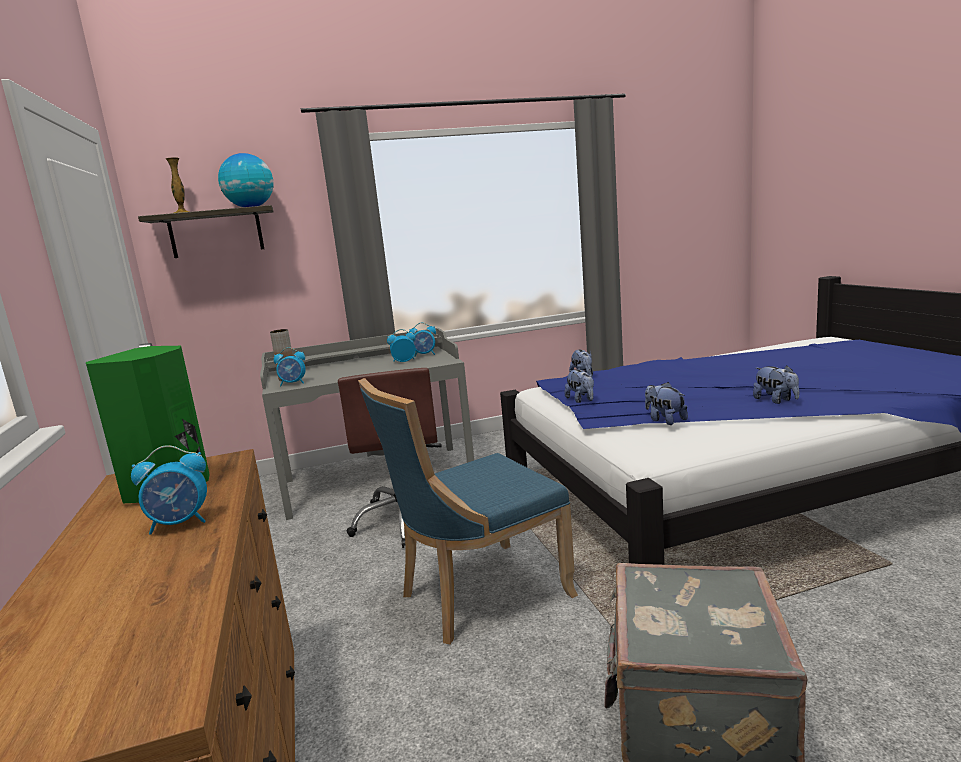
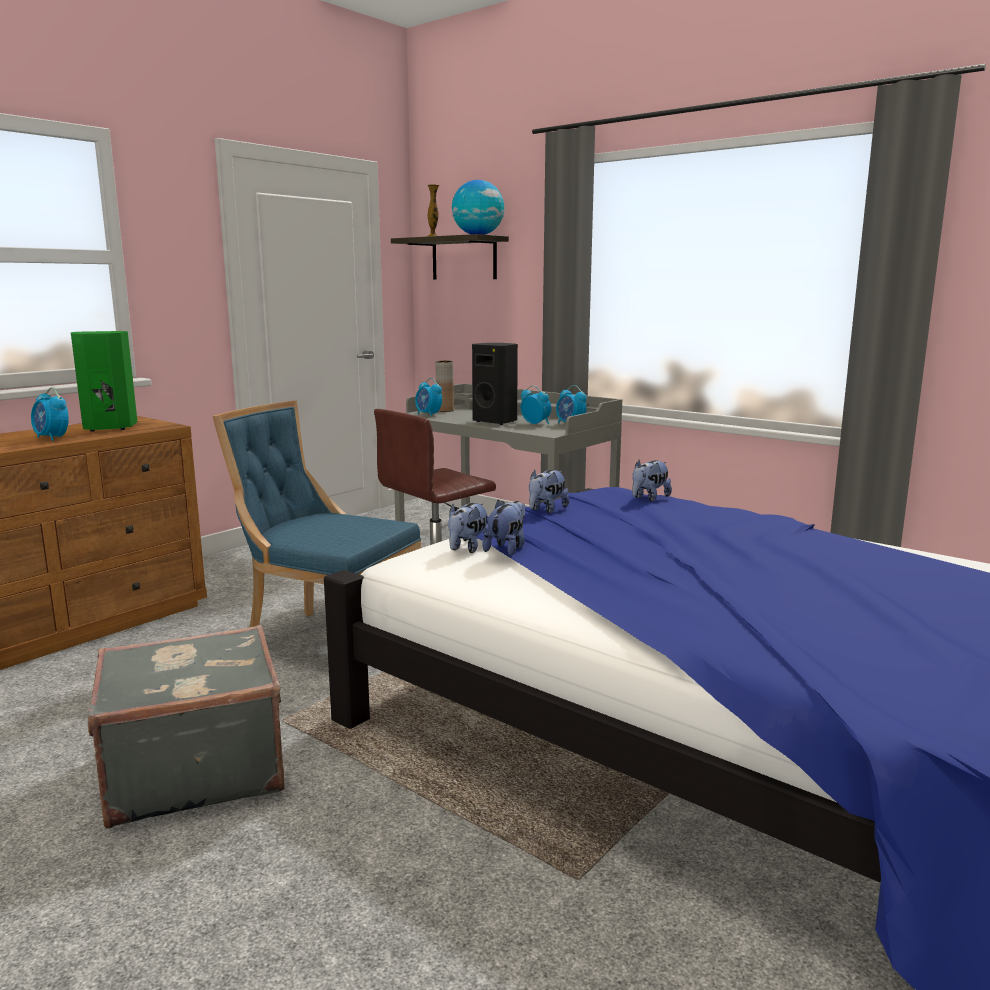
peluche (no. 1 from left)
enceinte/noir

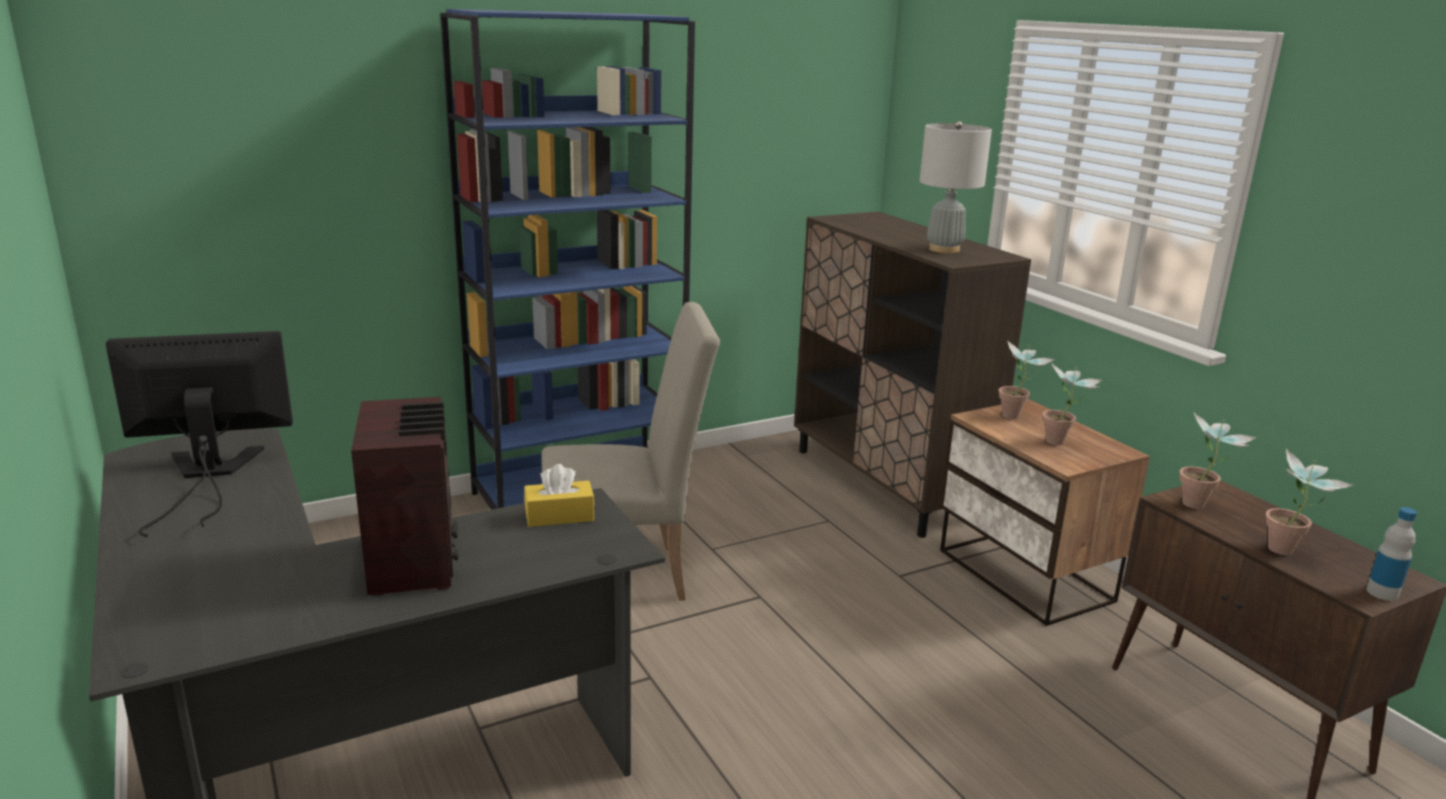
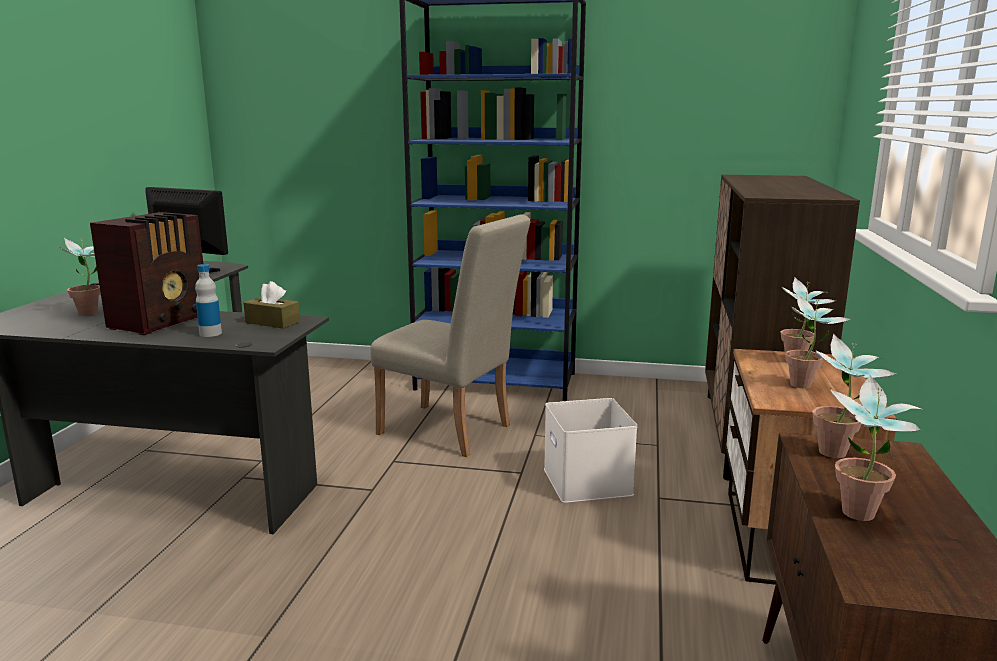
plante en pot (no. 1 from left)
bouteille
boîte à mouchoirs/marron
boîte de rangement/blanc
lampe de table/gris

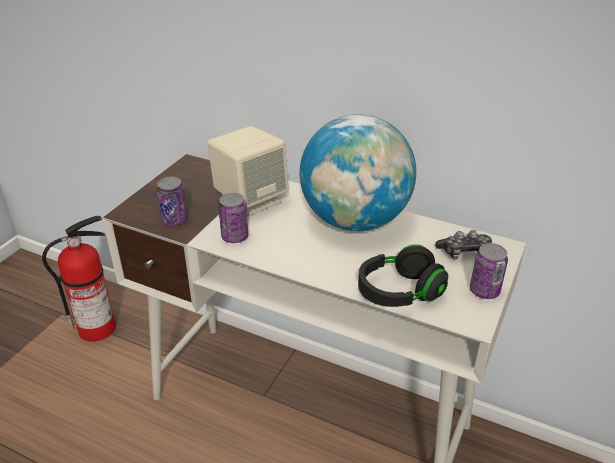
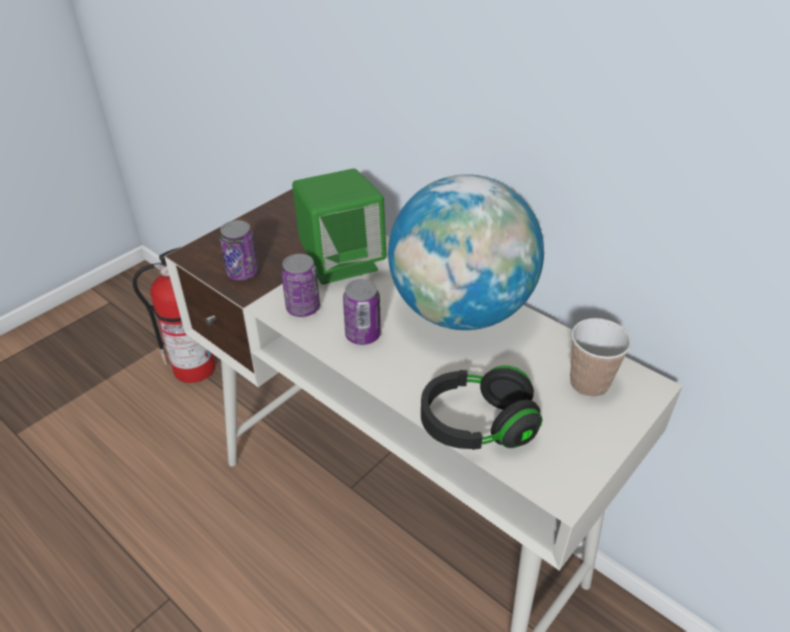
enceinte/vert
boîte métallique (no. 3 from left)
tasse

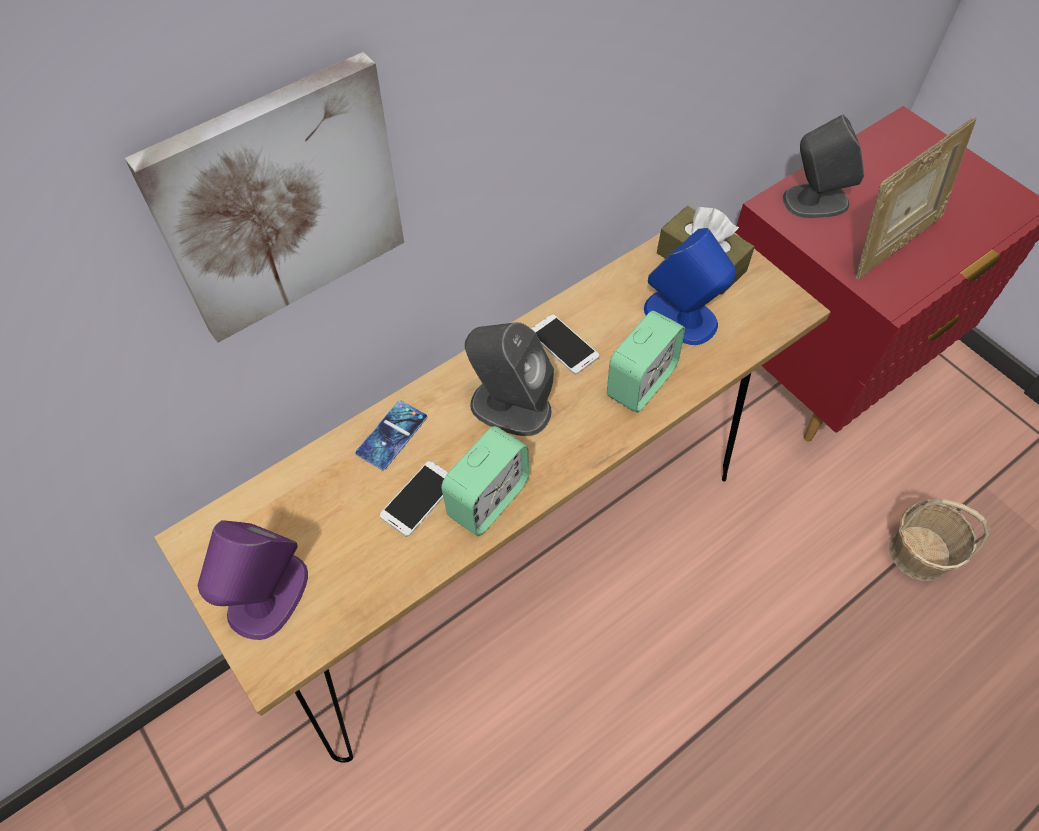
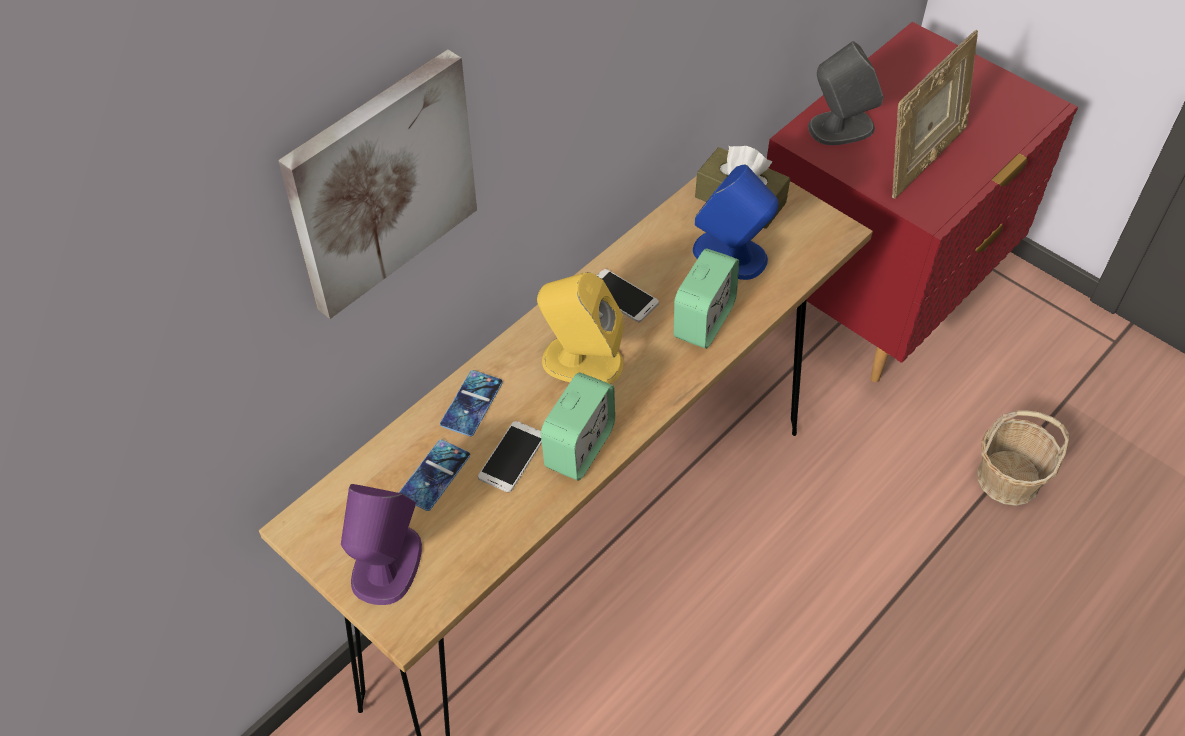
téléphone (no. 1 from left)
enceinte/jaune

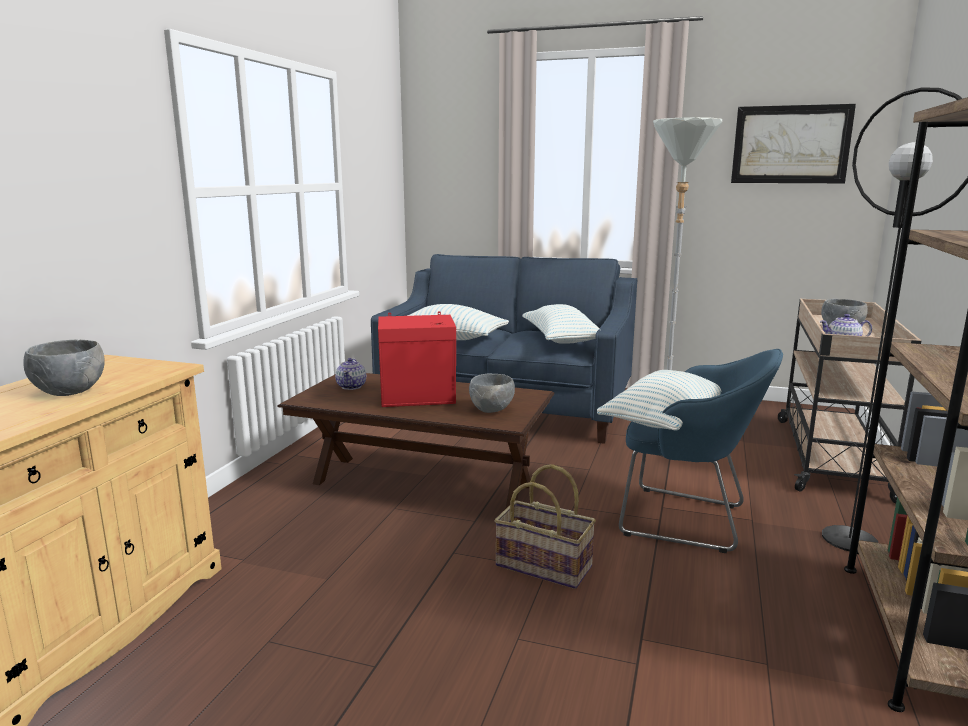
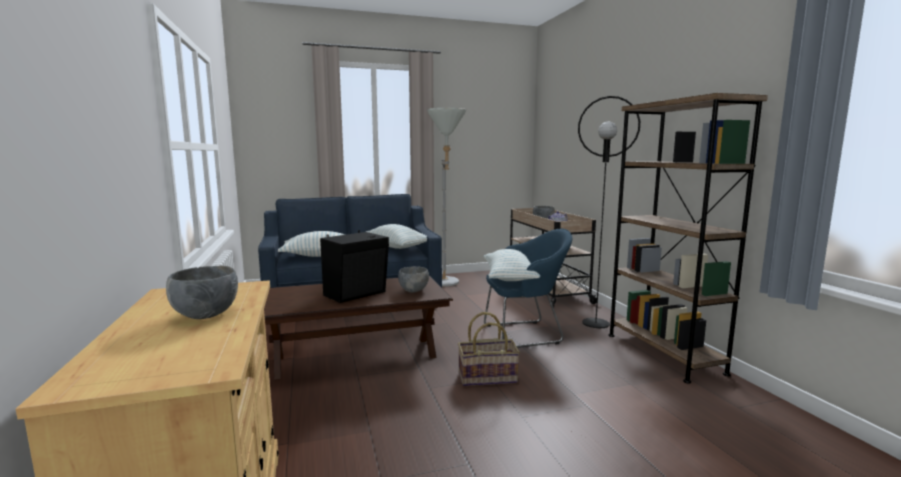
enceinte/noir
théière (no. 1 from left in the first image)
tableau

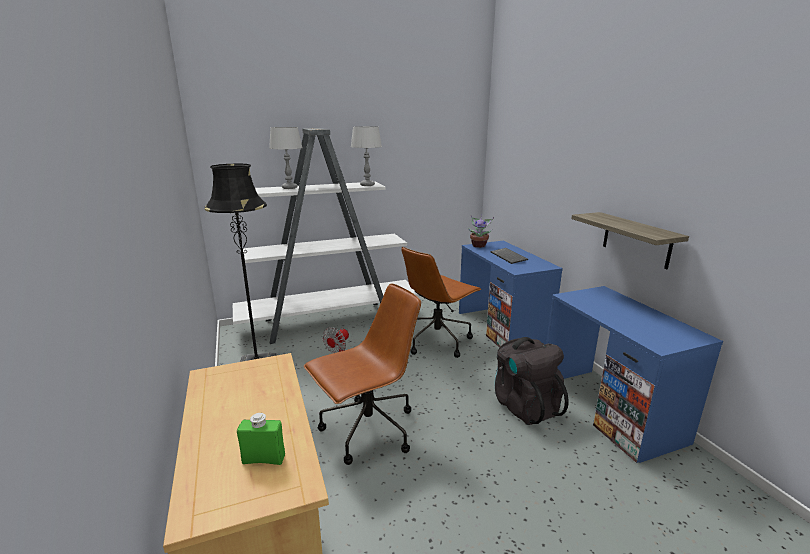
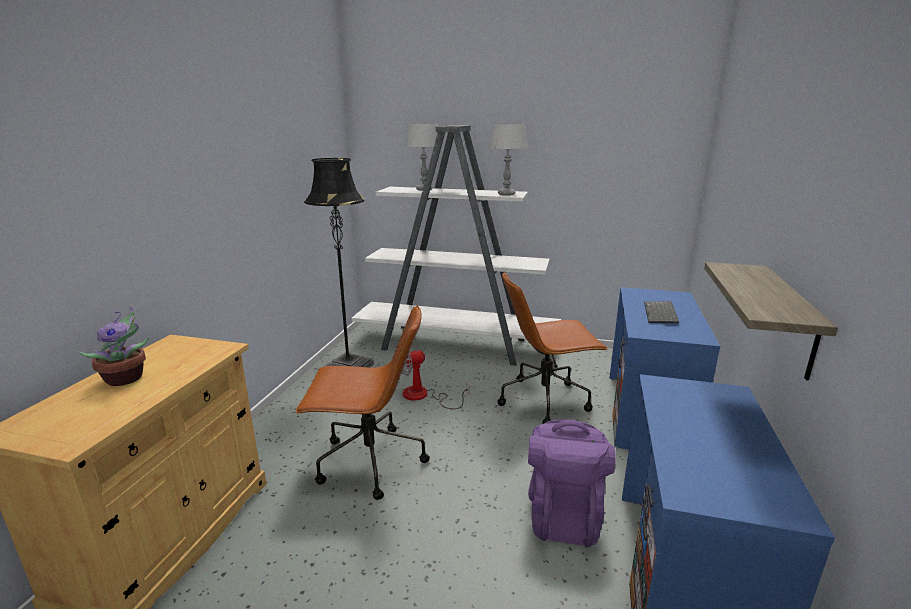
plante en pot
sac à dos/violet
bouteille/vert

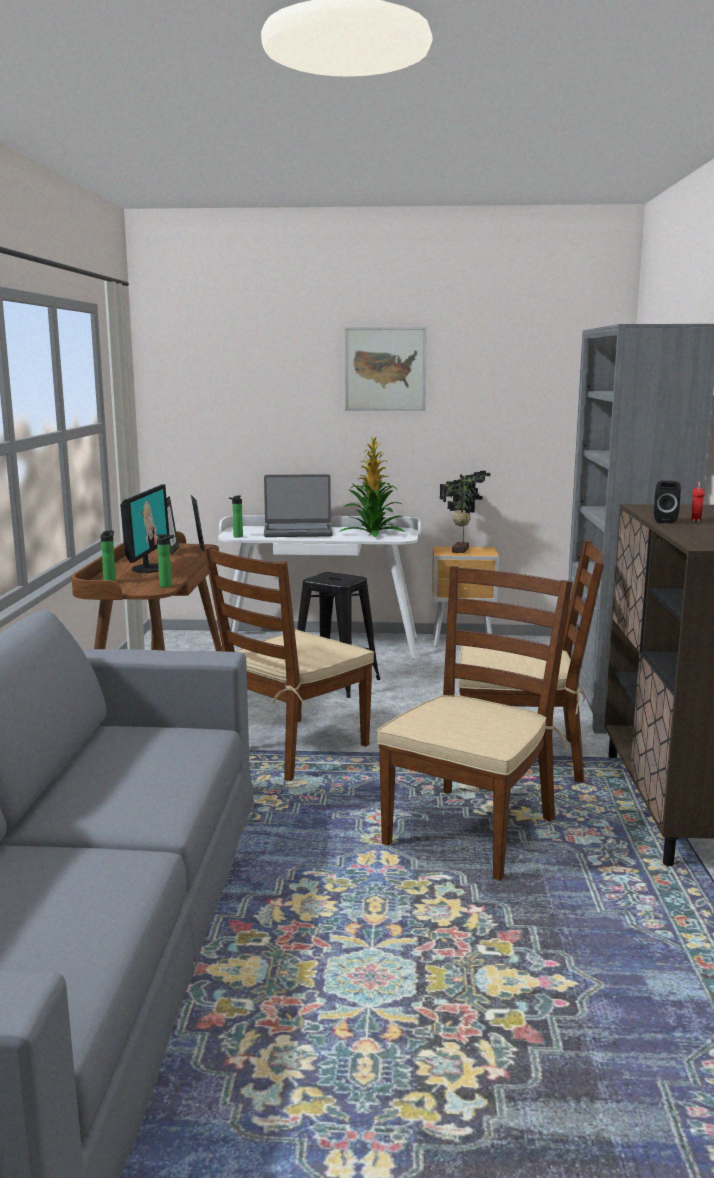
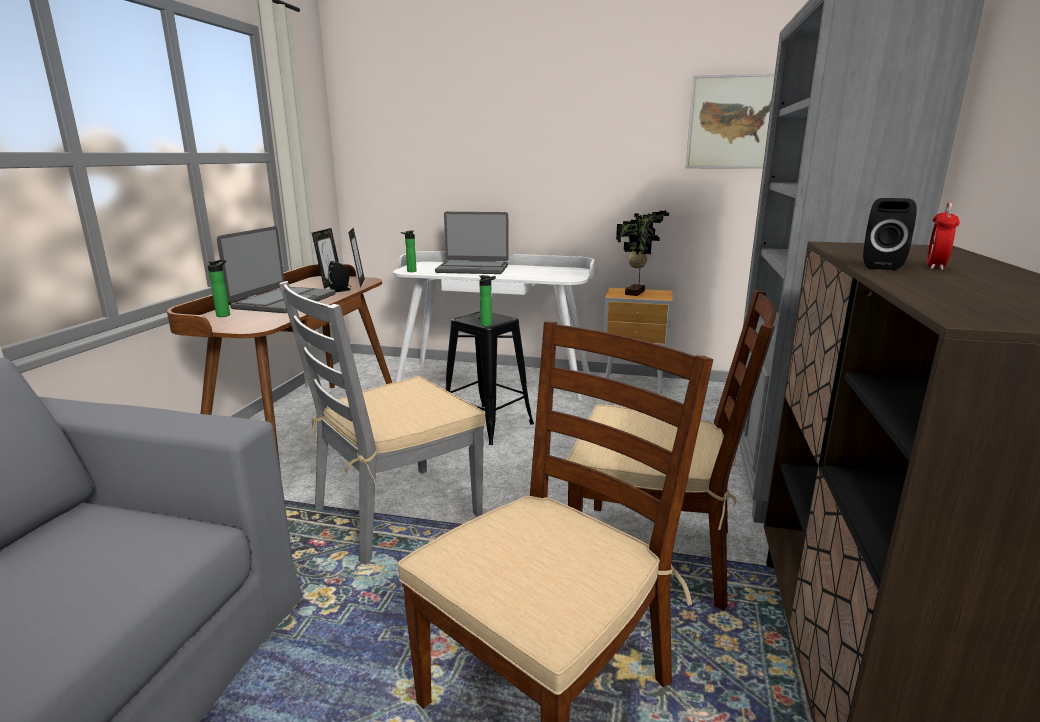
ordinateur portable (no. 1 from left)
chaise/gris
enceinte/noir (no. 1 from left)
bouteille (no. 3 from left)
tableau
plante en pot (no. 1 from left in the first image)

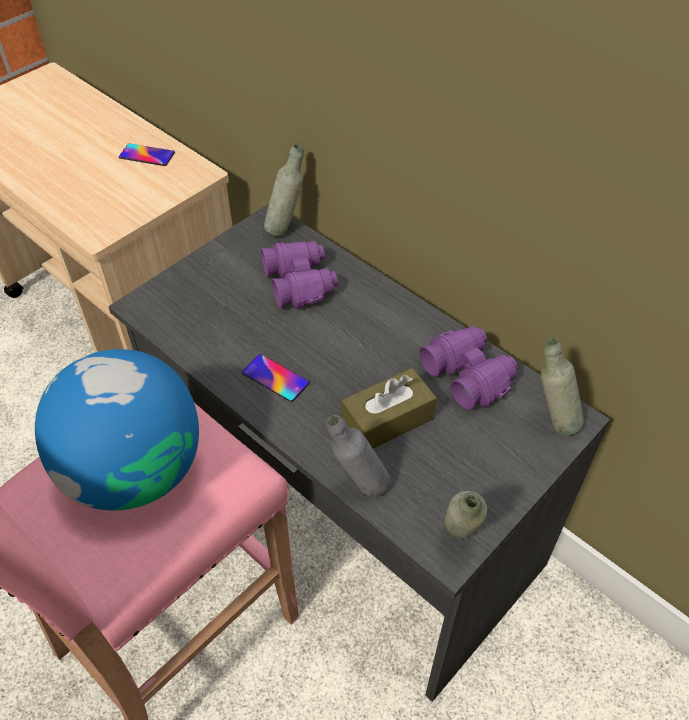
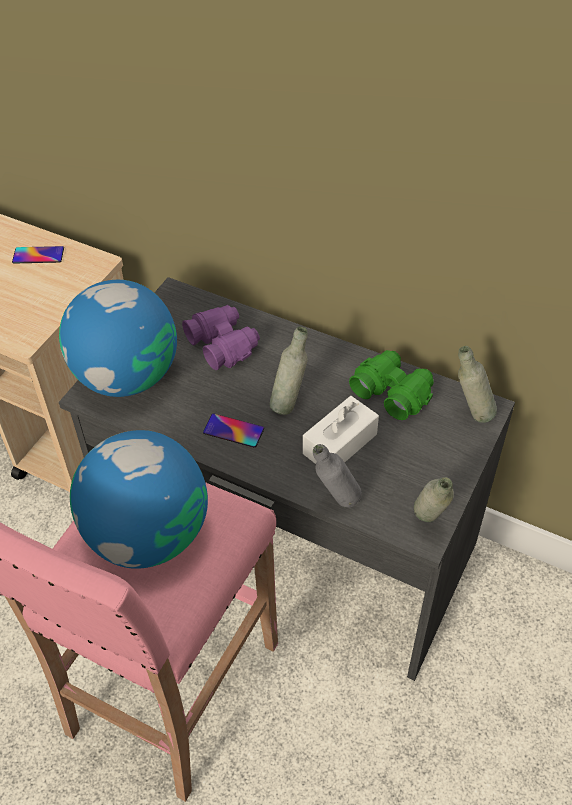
globe (no. 1 from left)
bouteille/gris (no. 1 from left)
boîte à mouchoirs/blanc
jumelles/vert

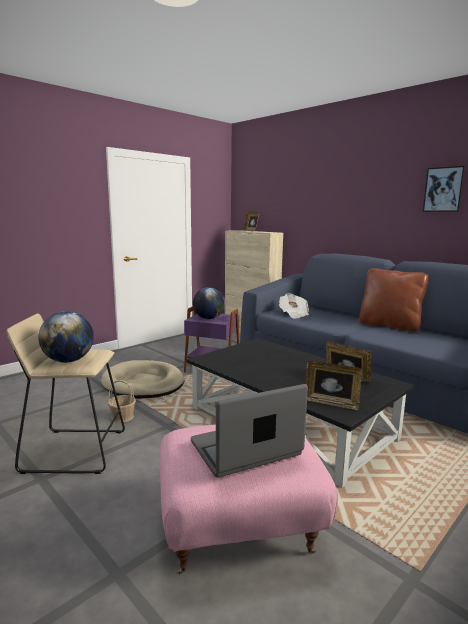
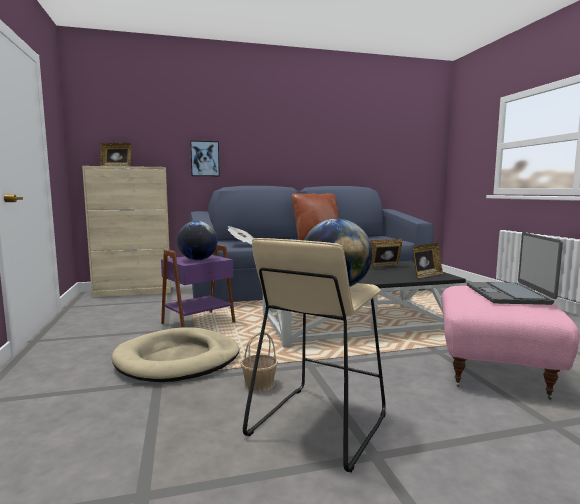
tableau

